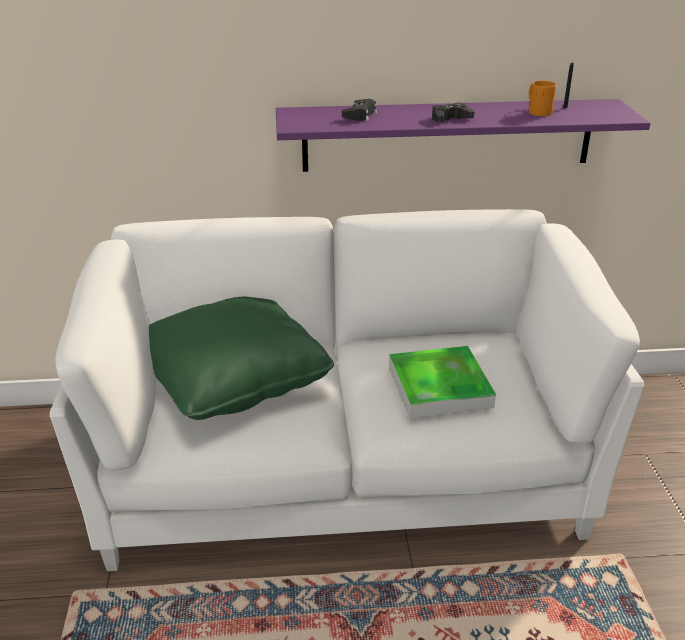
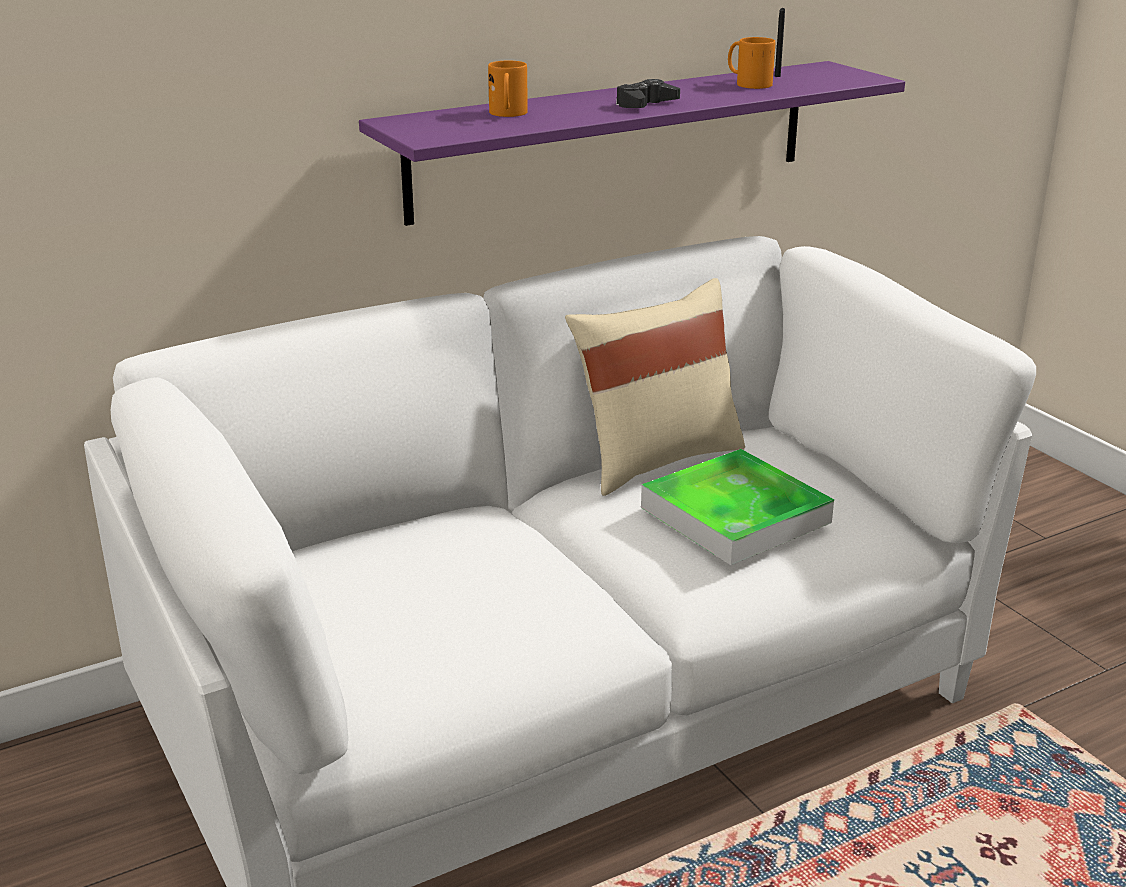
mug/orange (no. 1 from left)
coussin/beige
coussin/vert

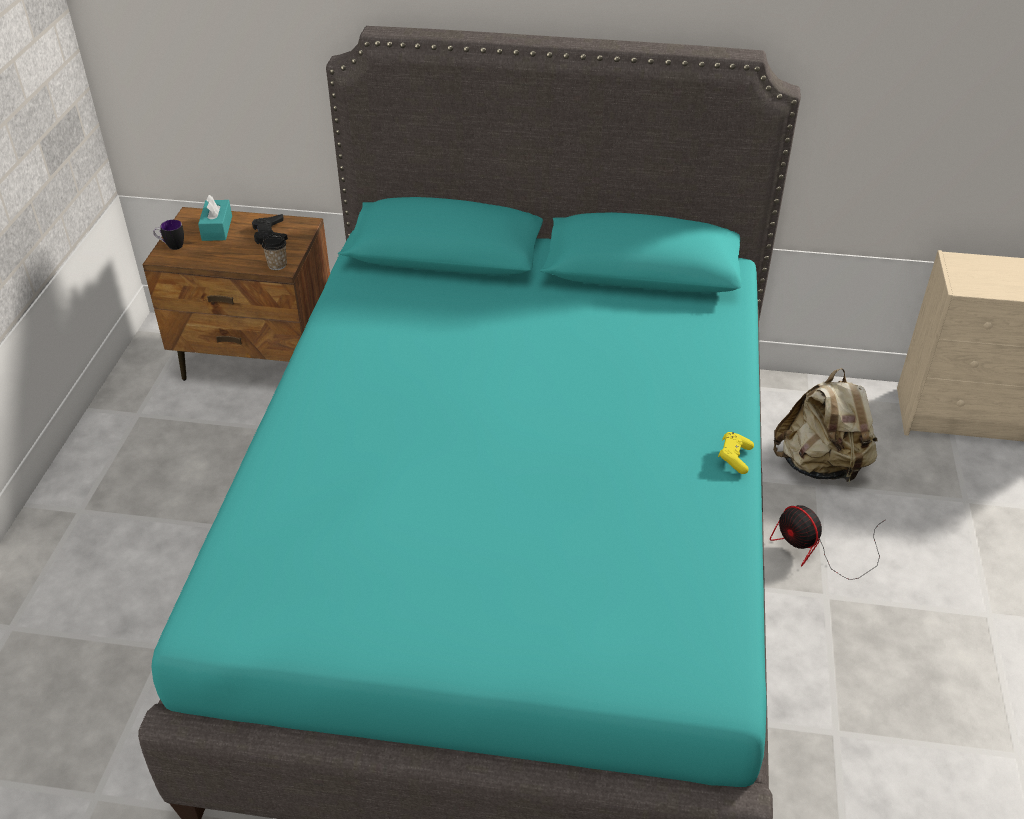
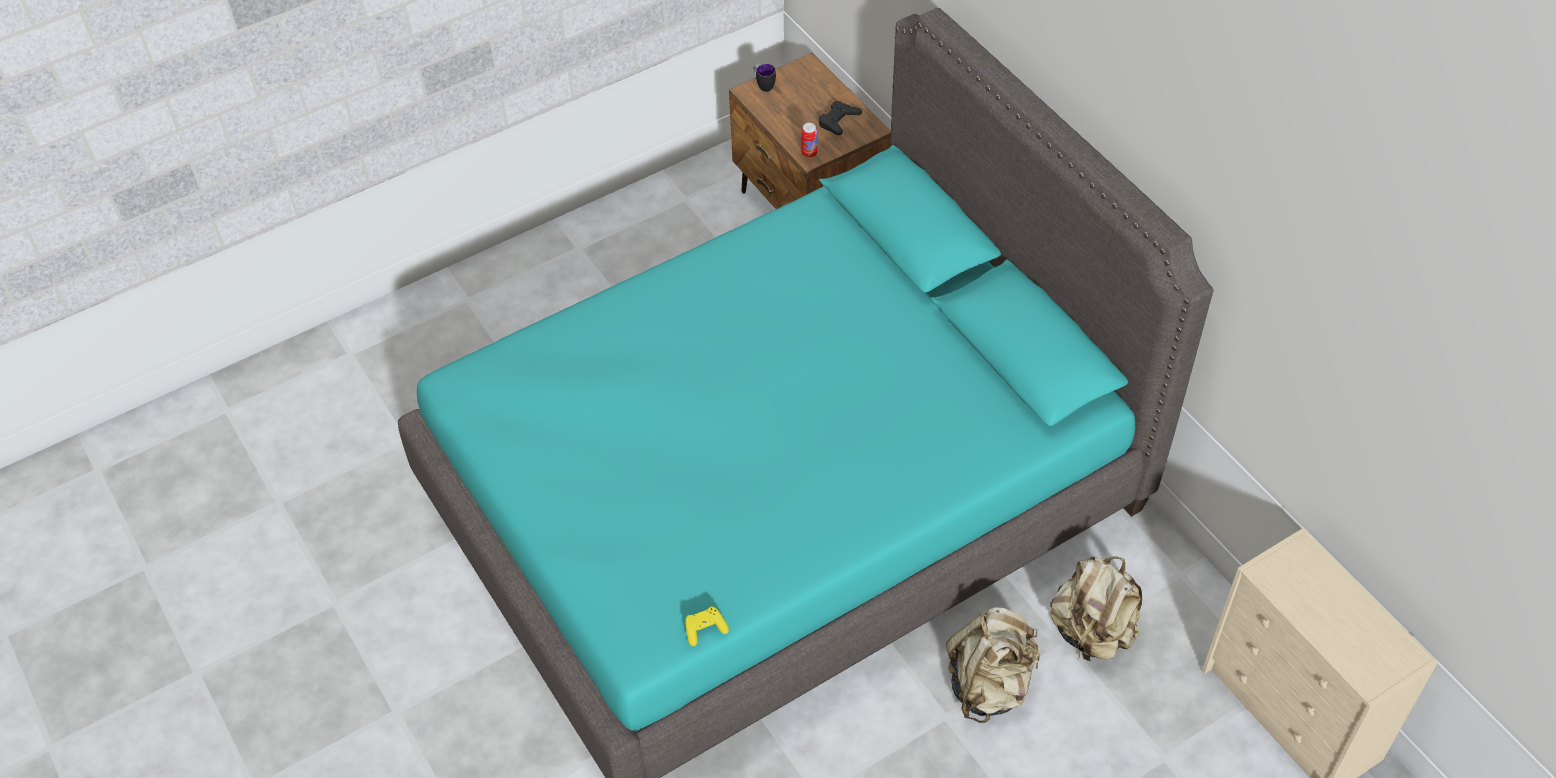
manette/jaune
boîte métallique
sac à dos/beige (no. 1 from left)
boîte à mouchoirs/turquoise

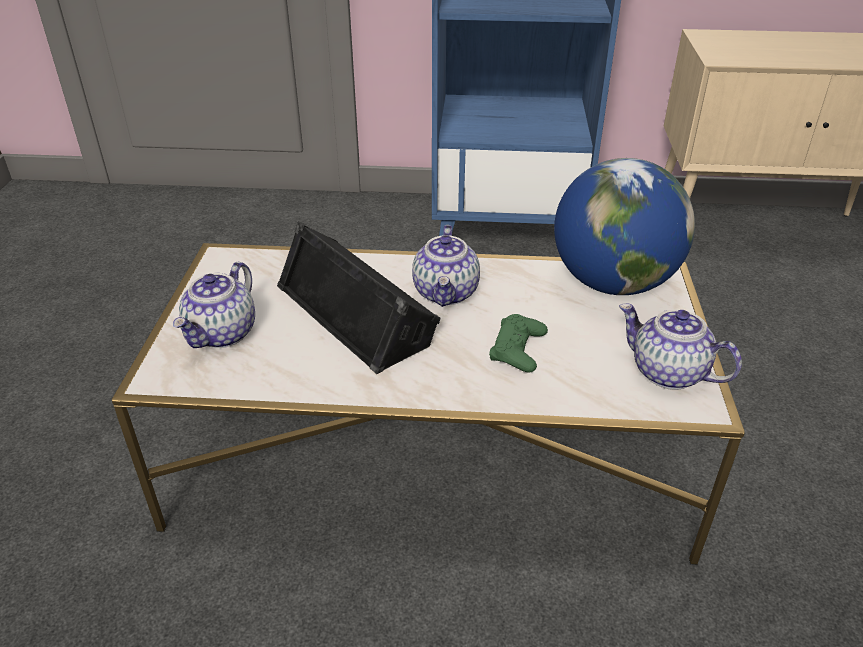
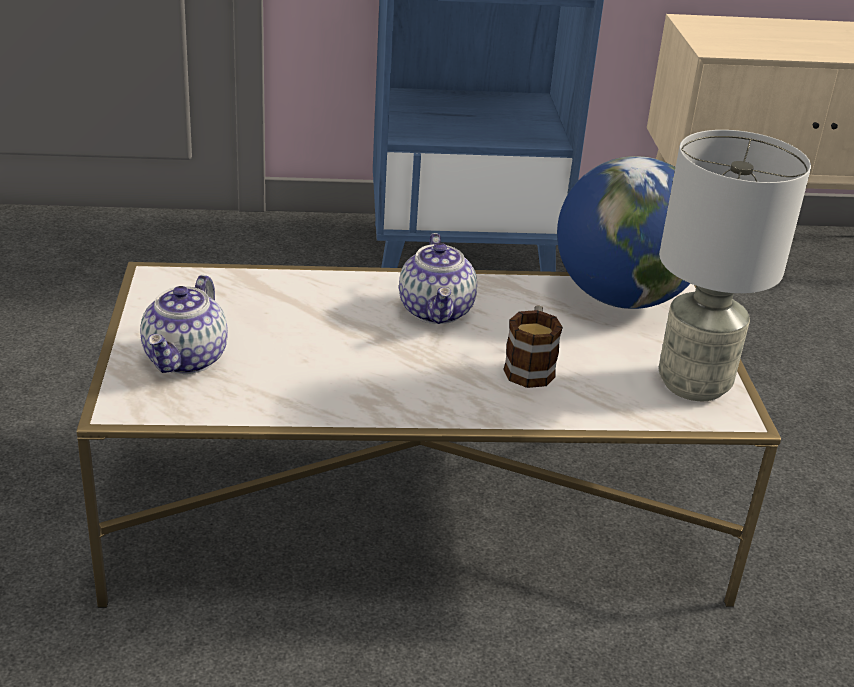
mug
lampe de table/gris
enceinte/noir

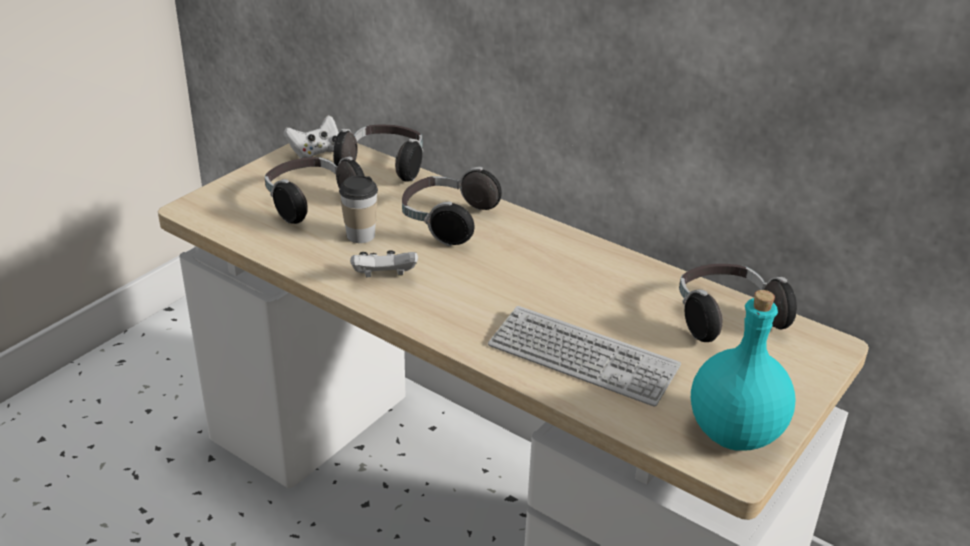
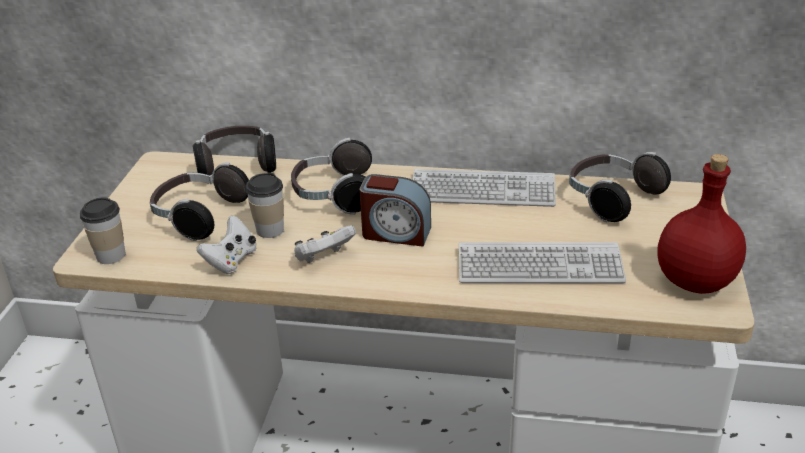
tasse (no. 1 from left)
manette/blanc (no. 1 from left)
réveil
clavier (no. 1 from left)
bouteille/rouge

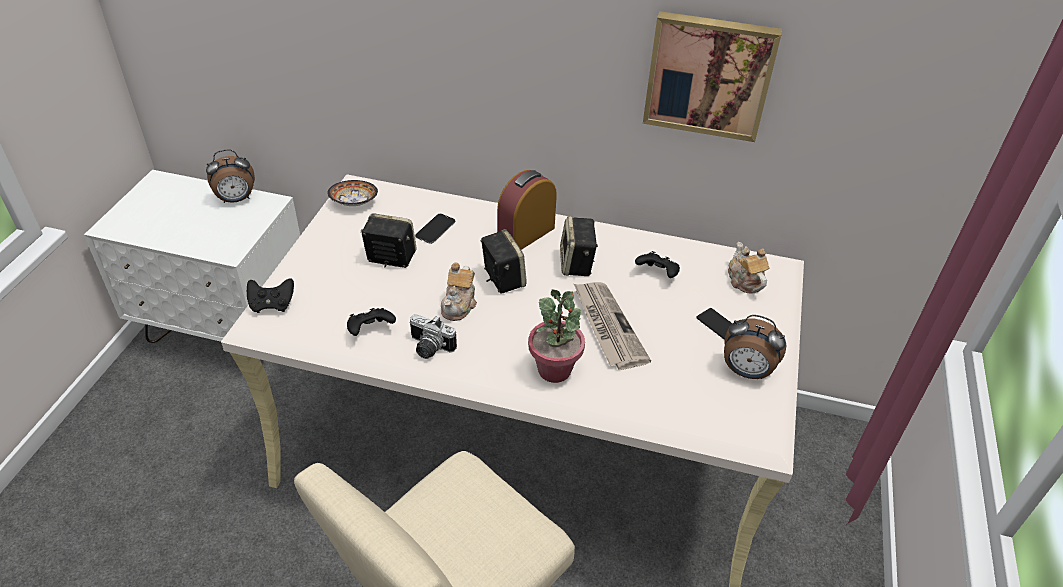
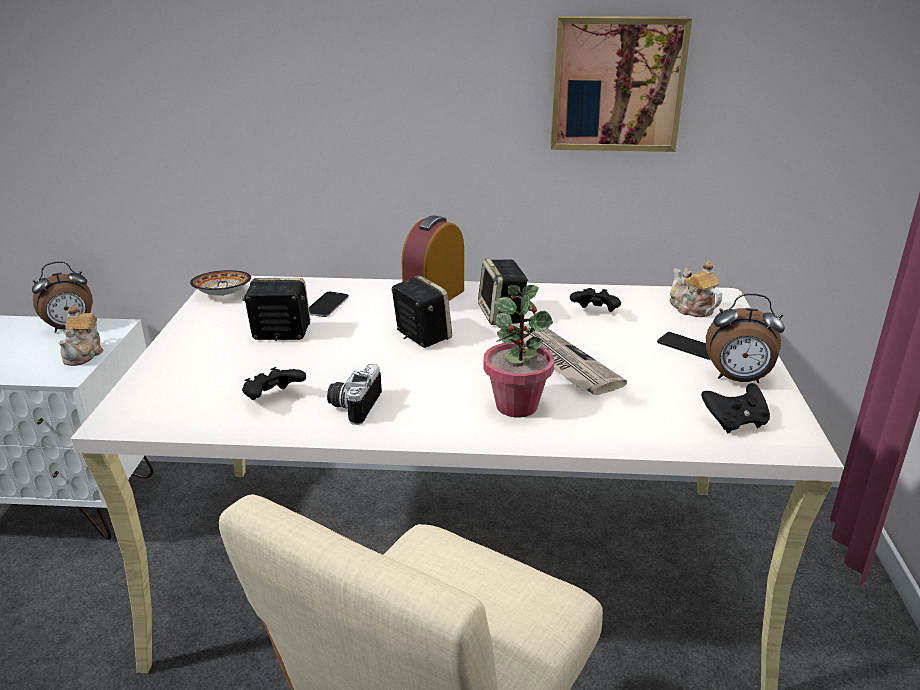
théière (no. 1 from left)
appareil photo
manette/noir (no. 3 from left)

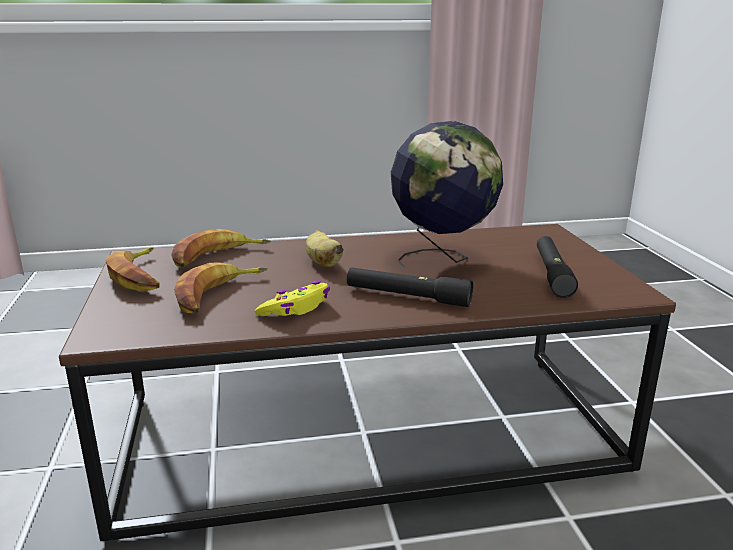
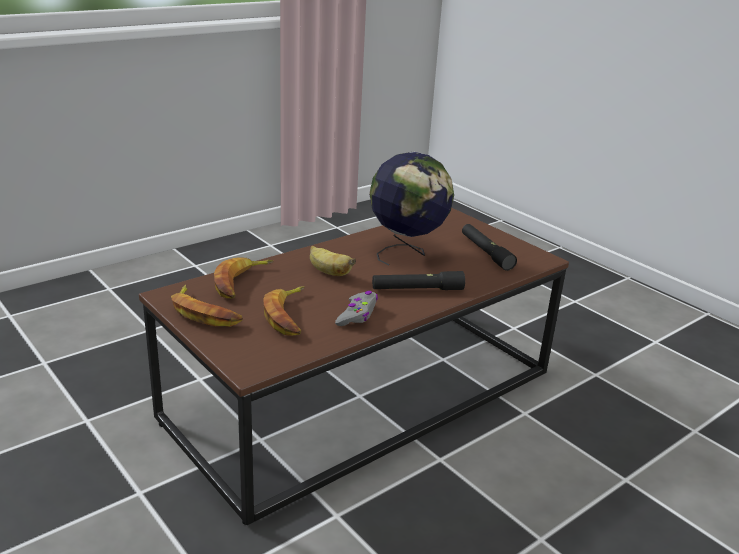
manette/gris

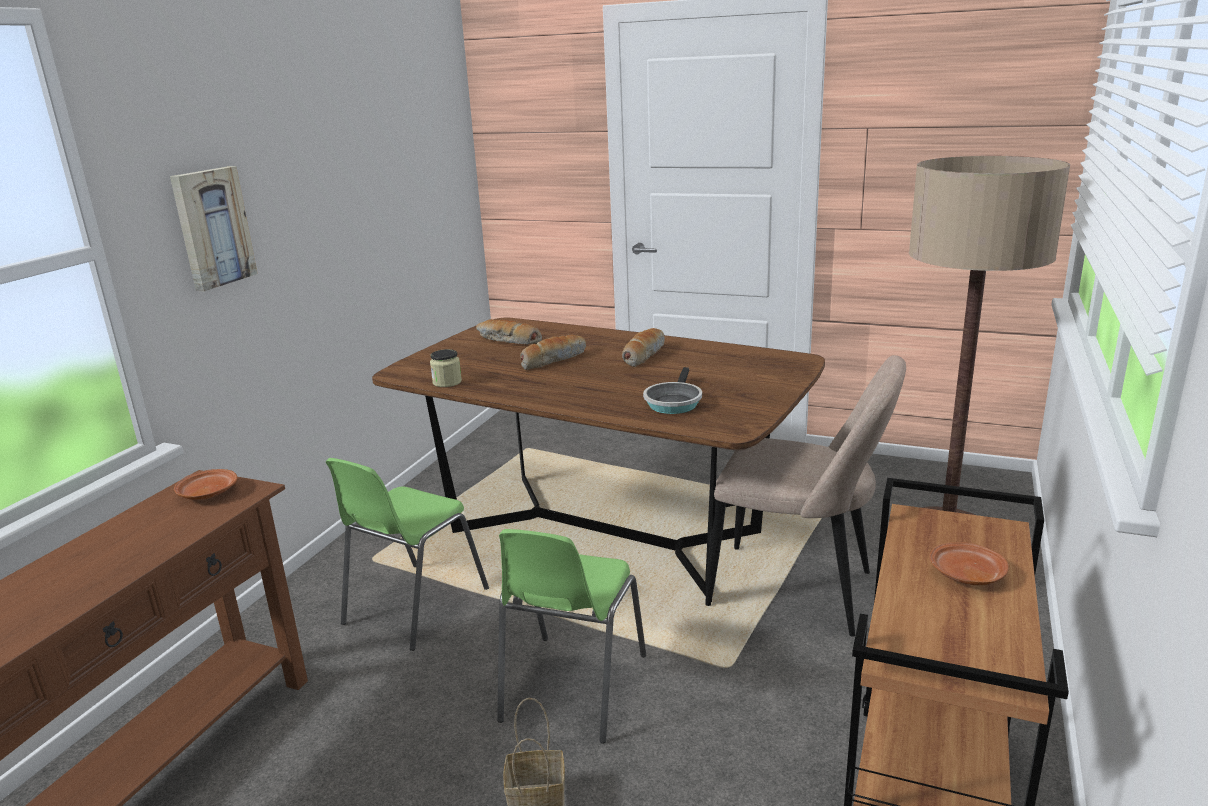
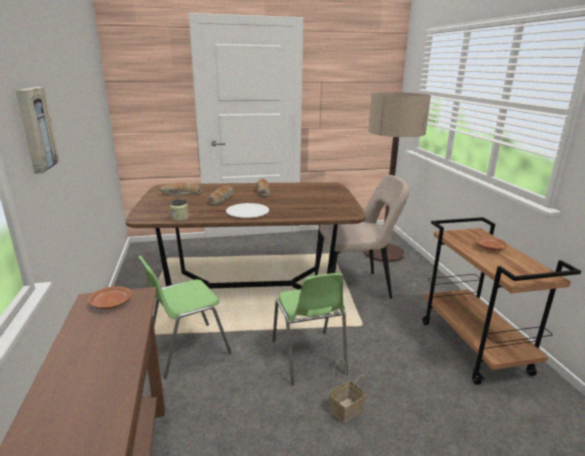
chaise/vert (no. 1 from left)
assiette/blanc
poêle

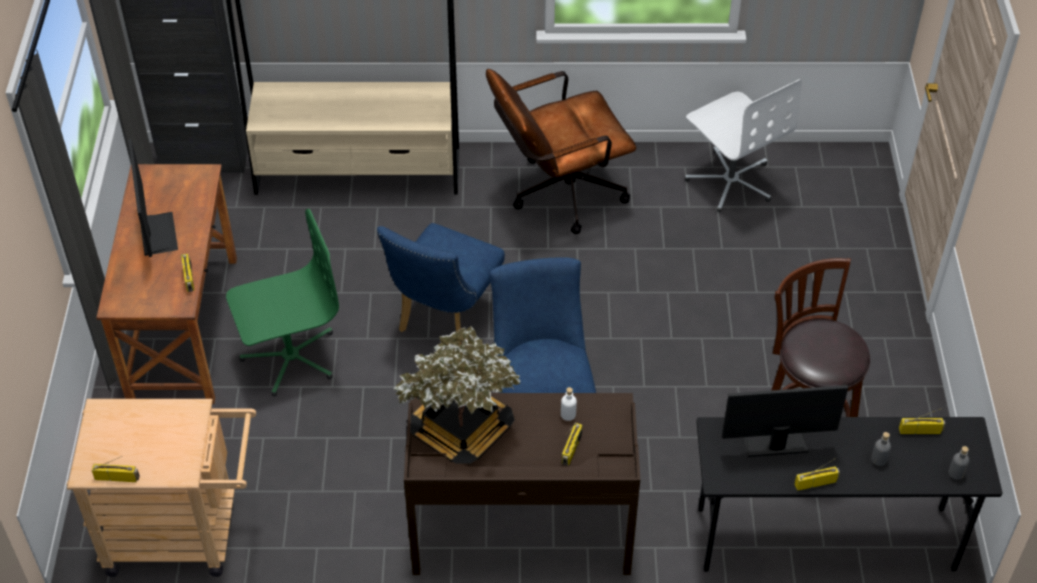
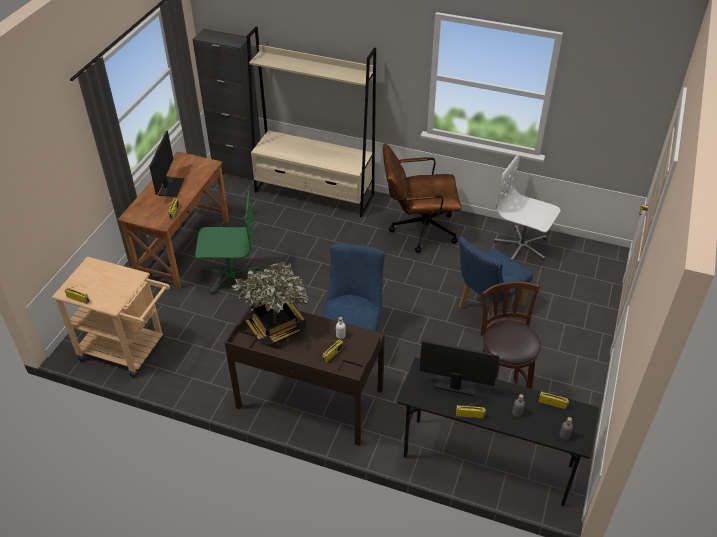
chaise/bleu (no. 2 from left)
chaise de bureau/blanc

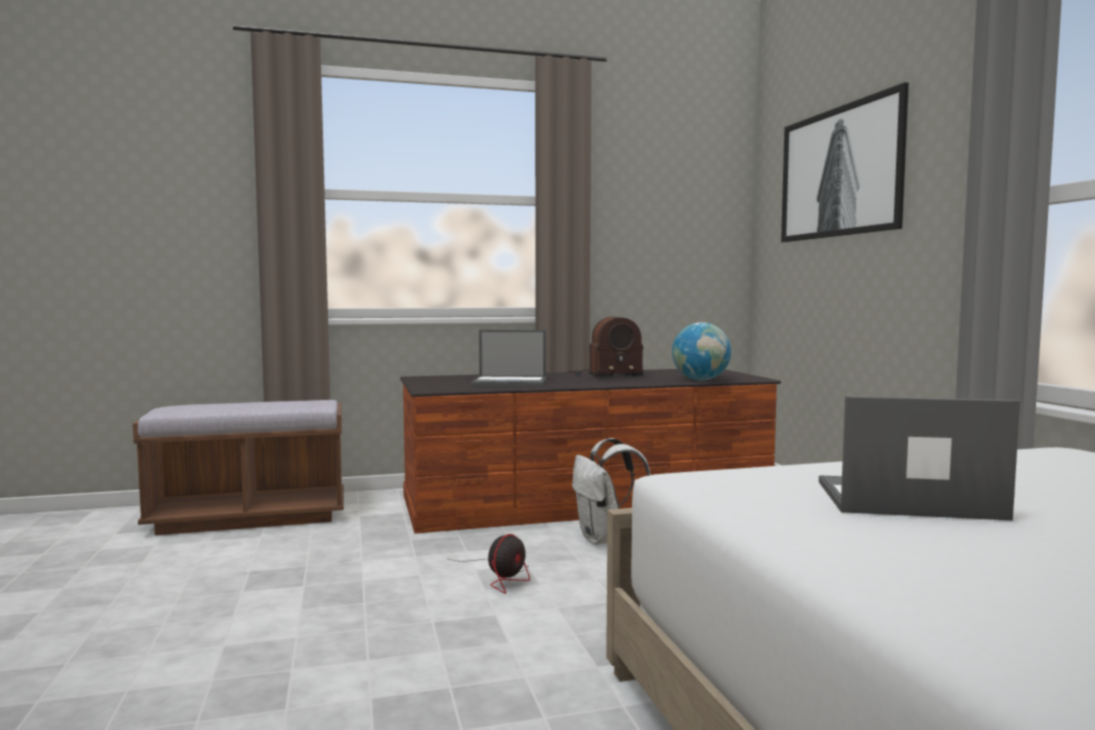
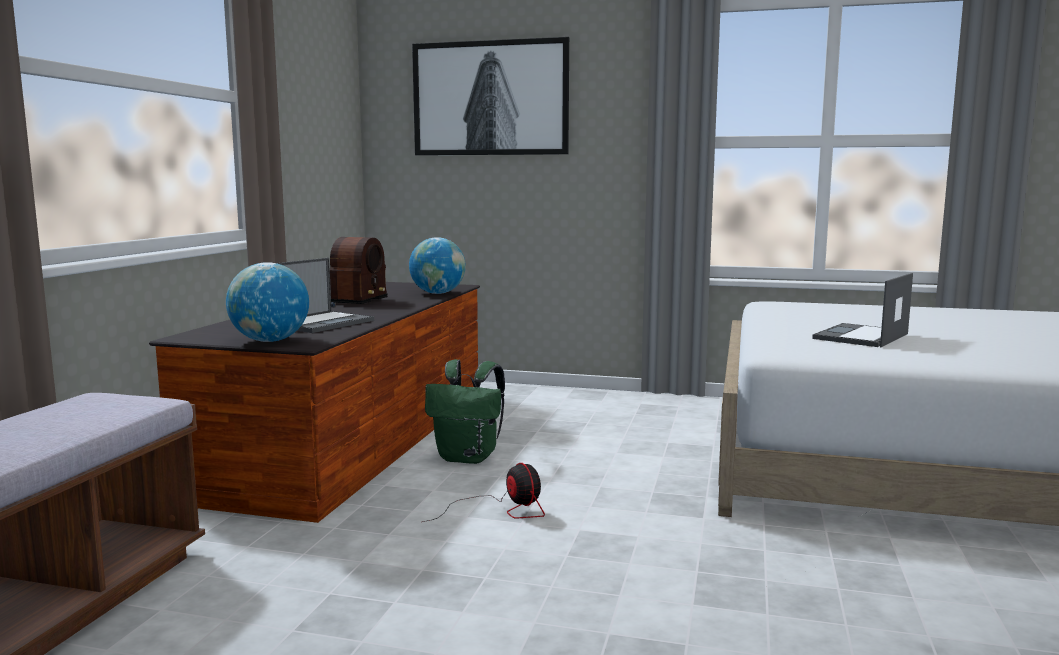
globe (no. 1 from left)
sac à dos/vert

